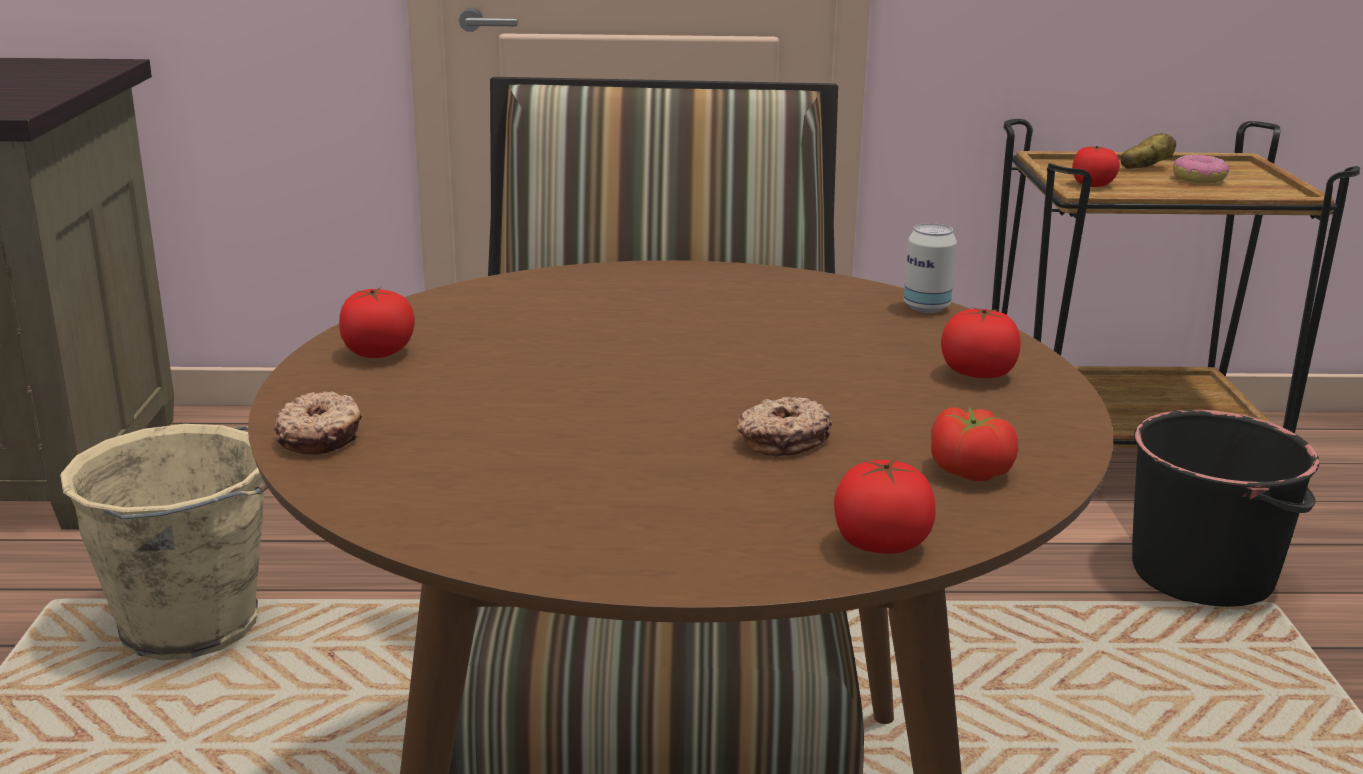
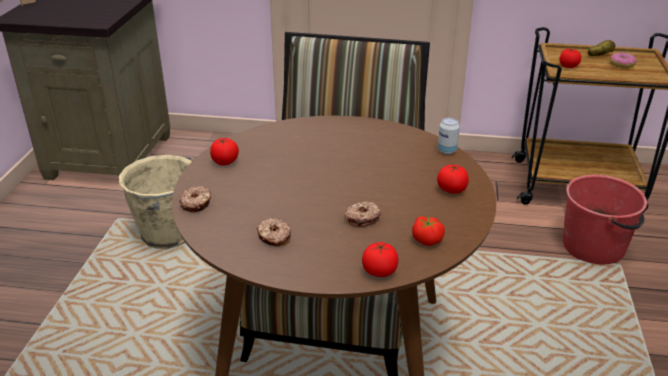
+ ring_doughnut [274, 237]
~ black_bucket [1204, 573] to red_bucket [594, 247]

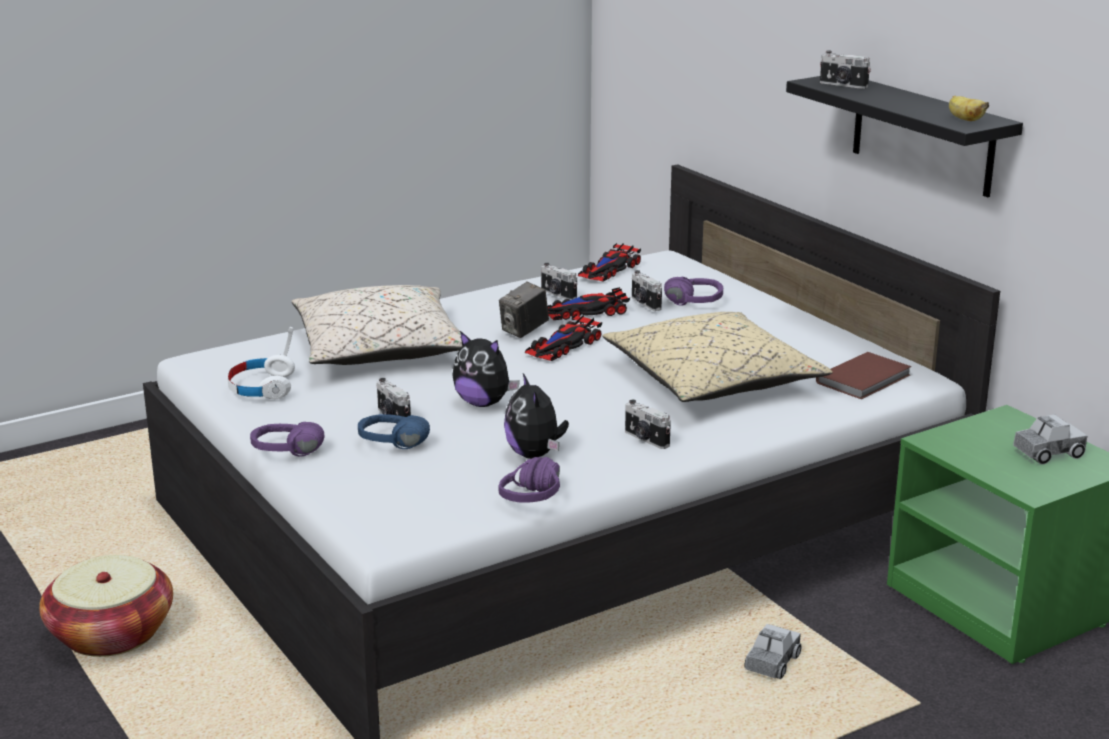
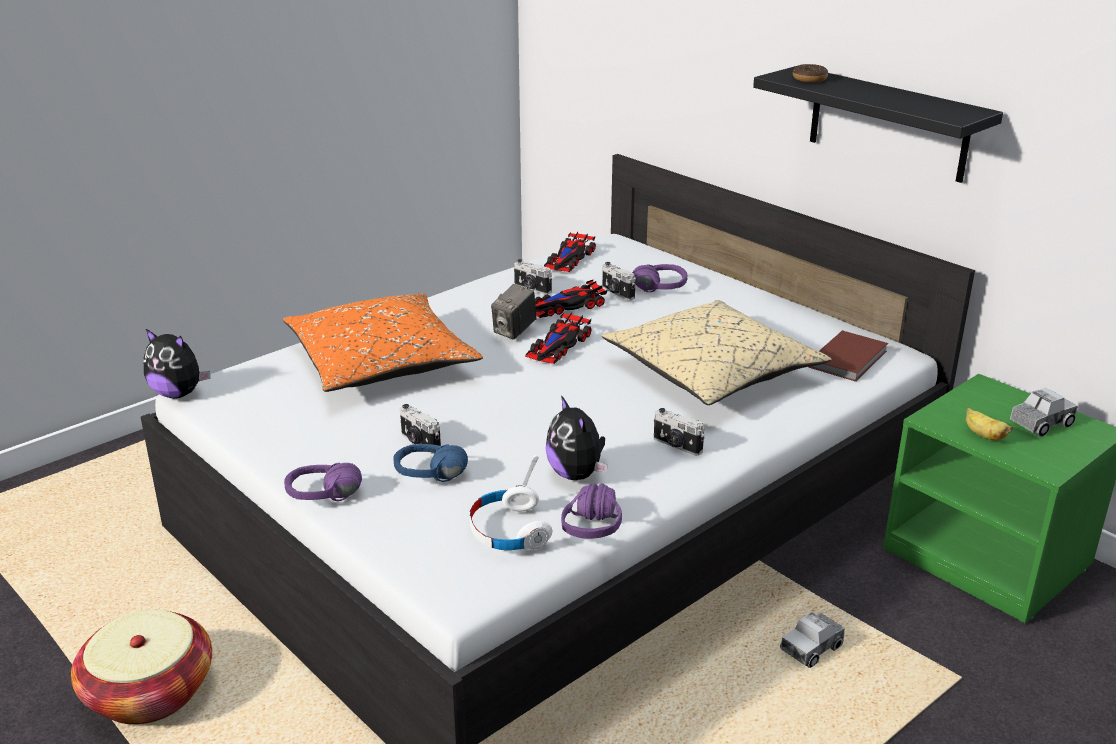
~ cuddly_toy [483, 403] to [178, 394]
~ sand-coloured_throw_pillow [380, 349] to orangey_throw_pillow [381, 363]
~ white-coloured_pair_of_headphones [261, 388] to [509, 530]
~ toy_lorry [772, 663] = [811, 648] 150 degrees counterclockwise
~ still_camera [843, 85] to ring_doughnut [809, 79]
~ banana_fruit [964, 119] to [983, 435]

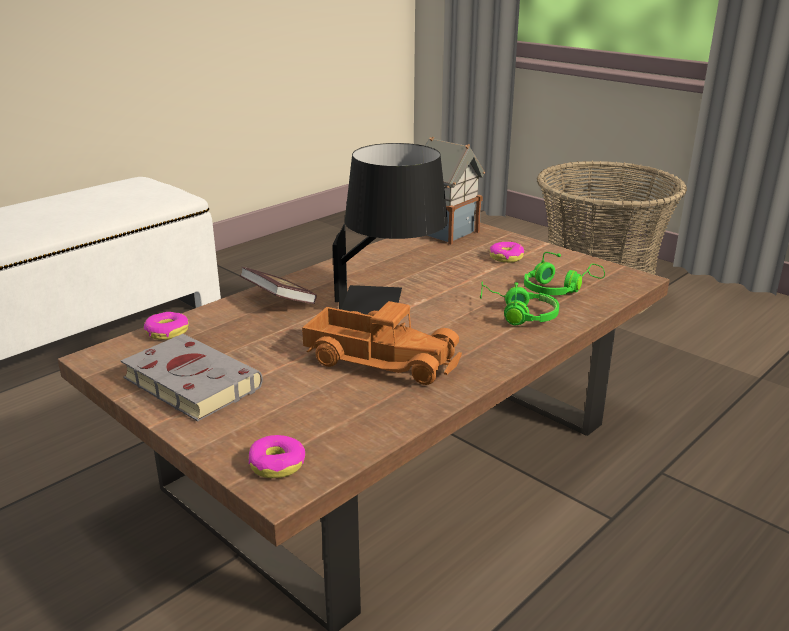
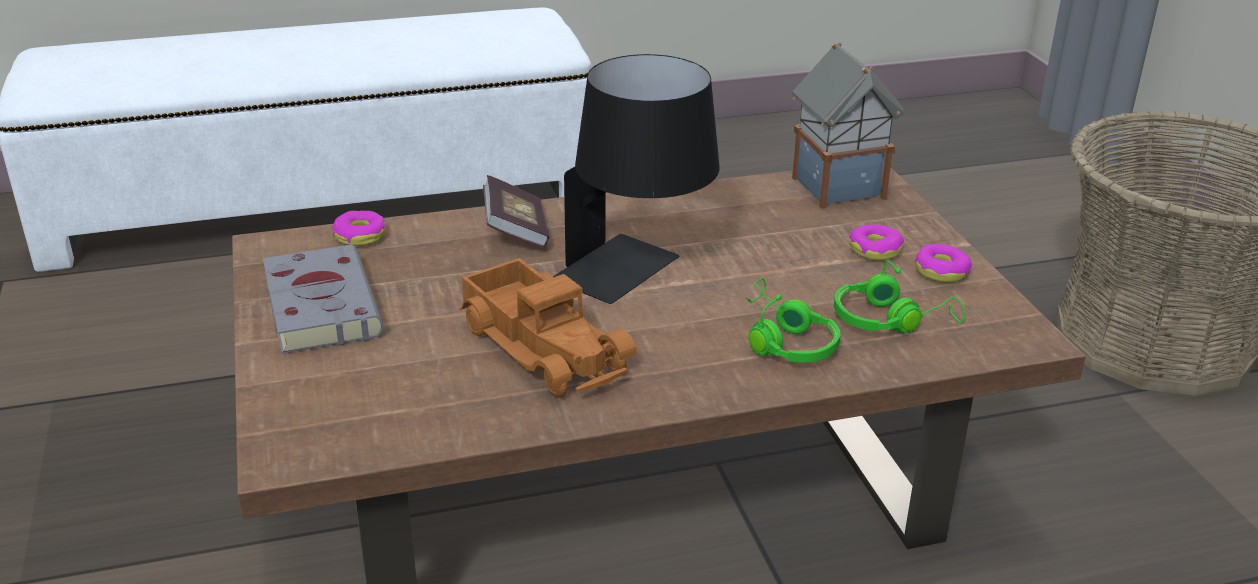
~ ring_doughnut [277, 464] to [941, 271]

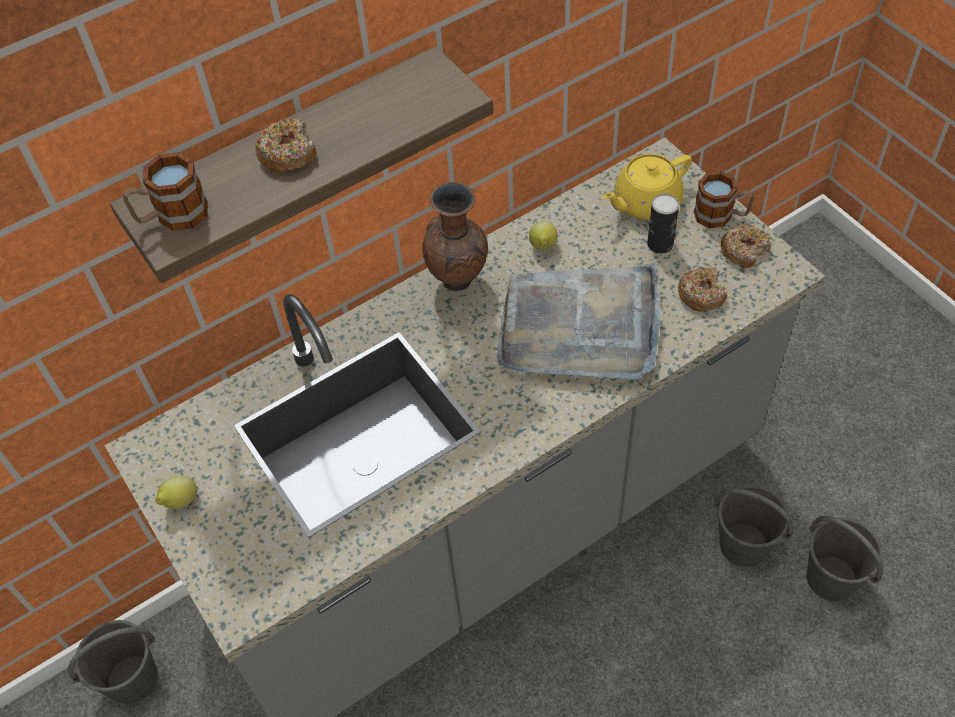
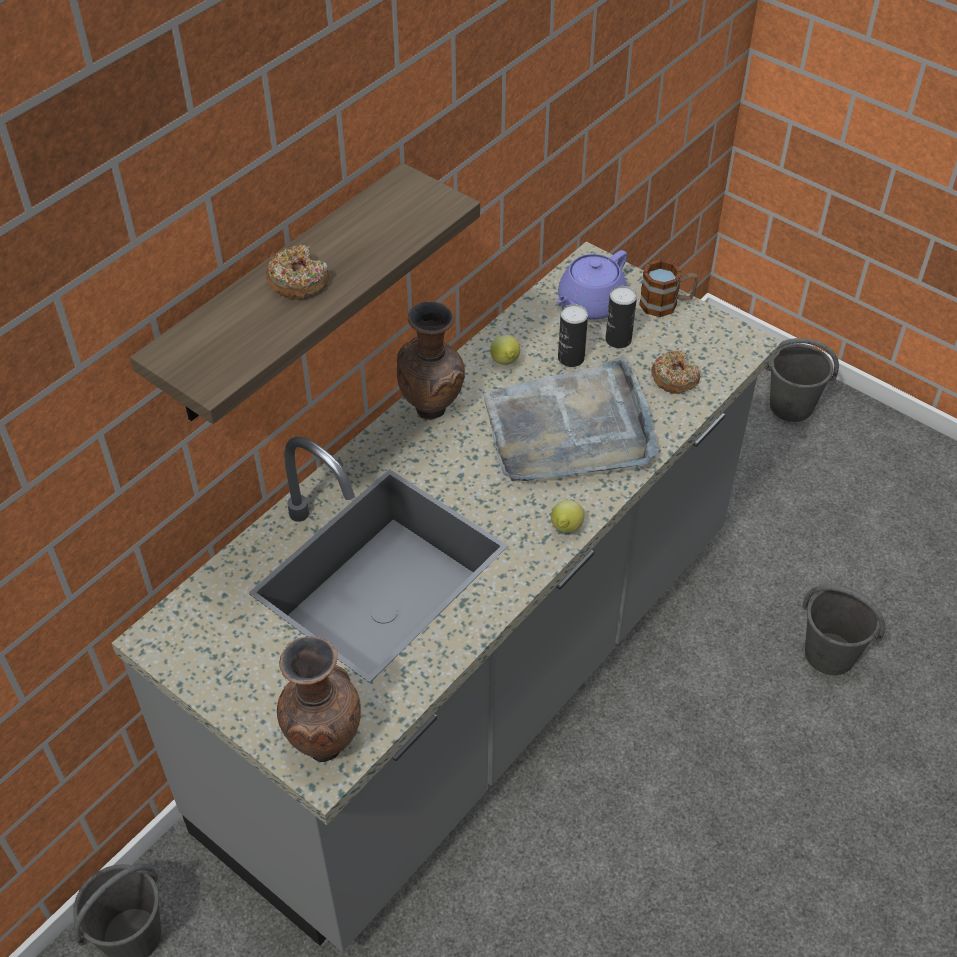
+ brown-coloured_vase [323, 743]
~ citrus_fruit [180, 502] to [565, 529]
~ yellow_pot_for_tea [645, 203] to purple_pot_for_tea [590, 304]
+ metal_can [571, 358]
~ gray_bucket [744, 545] to [792, 406]
- coffee_mug [172, 216]
- ring_doughnut [744, 250]

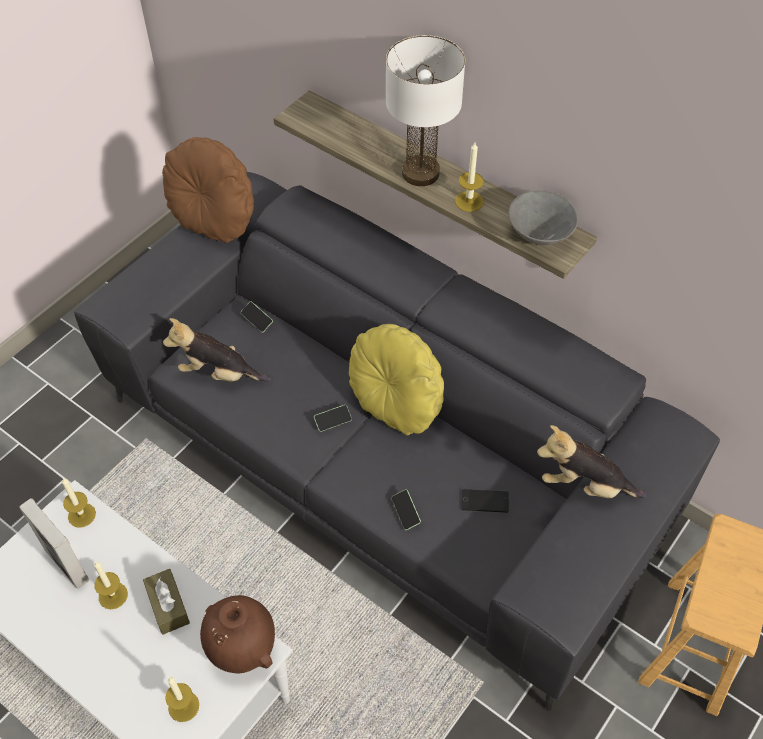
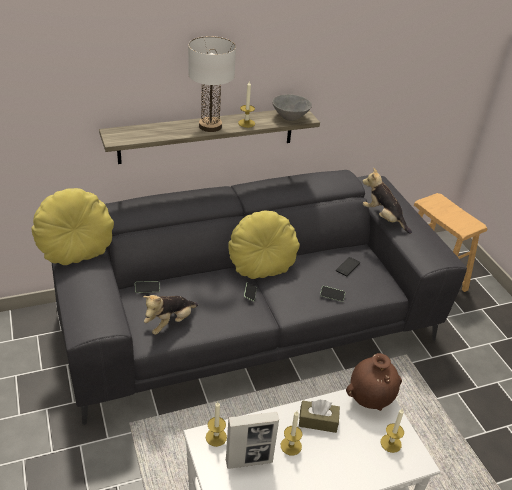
~ brown-coloured_throw_pillow [214, 223] to yellow_throw_pillow [77, 254]
~ cuddly_toy [584, 485] = [383, 218] 90 degrees clockwise

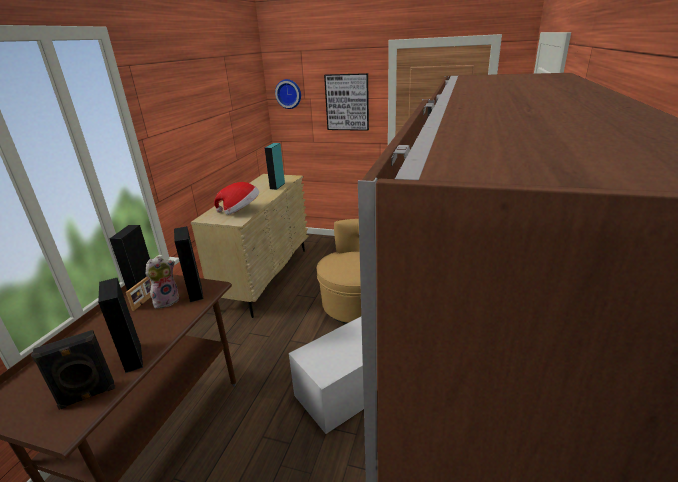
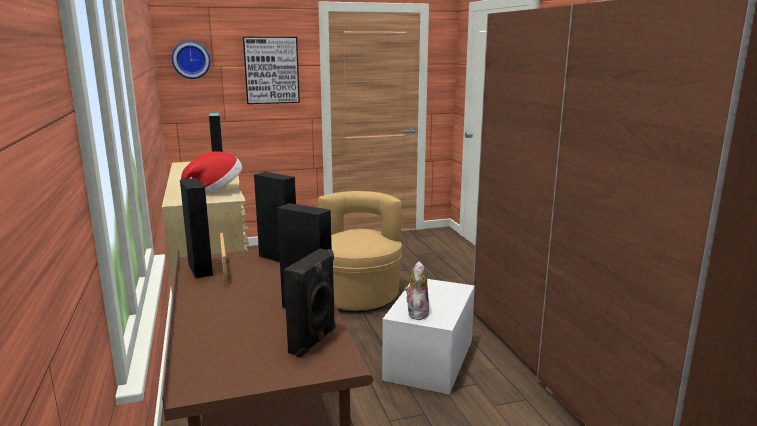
~ cuddly_toy [167, 300] to [416, 313]

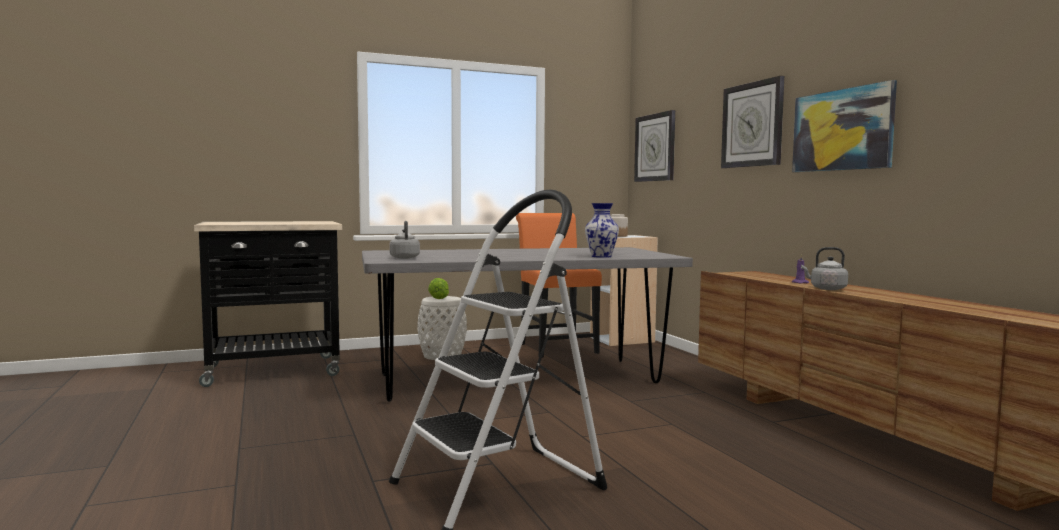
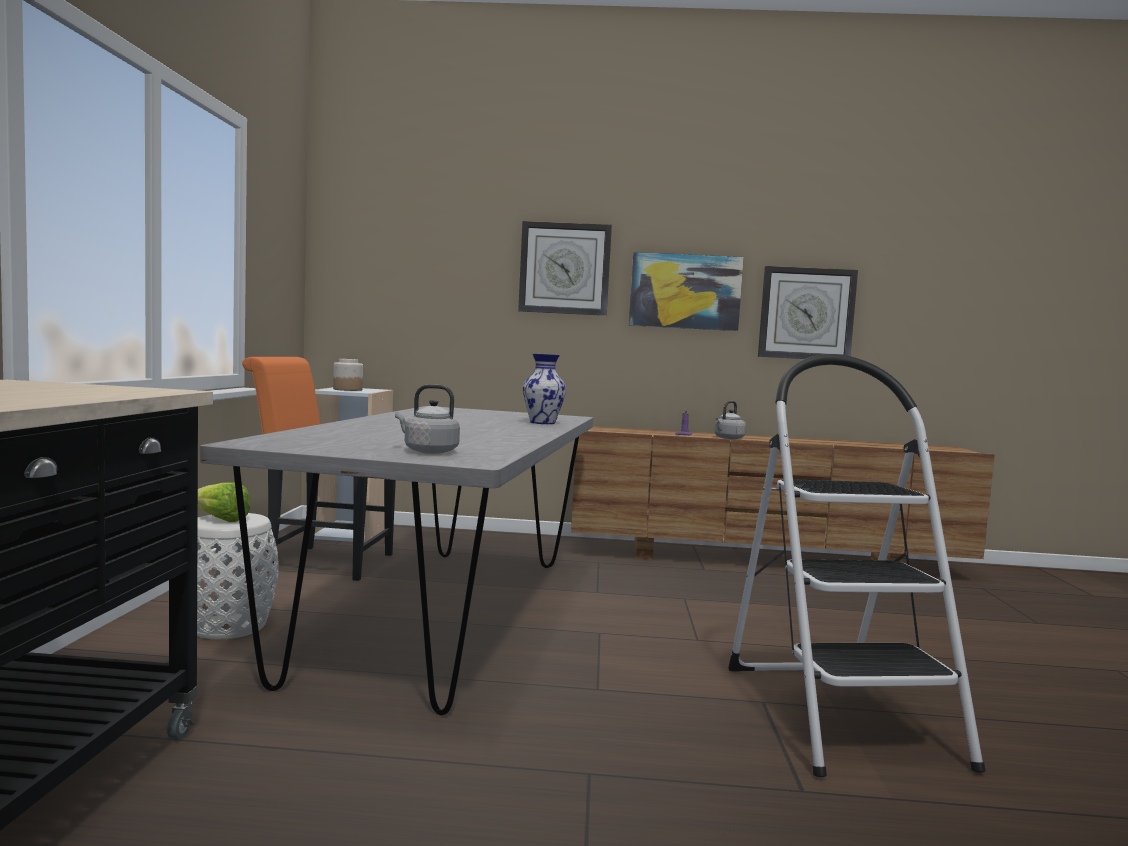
~ clock_on_the_wall [655, 147] to [806, 314]

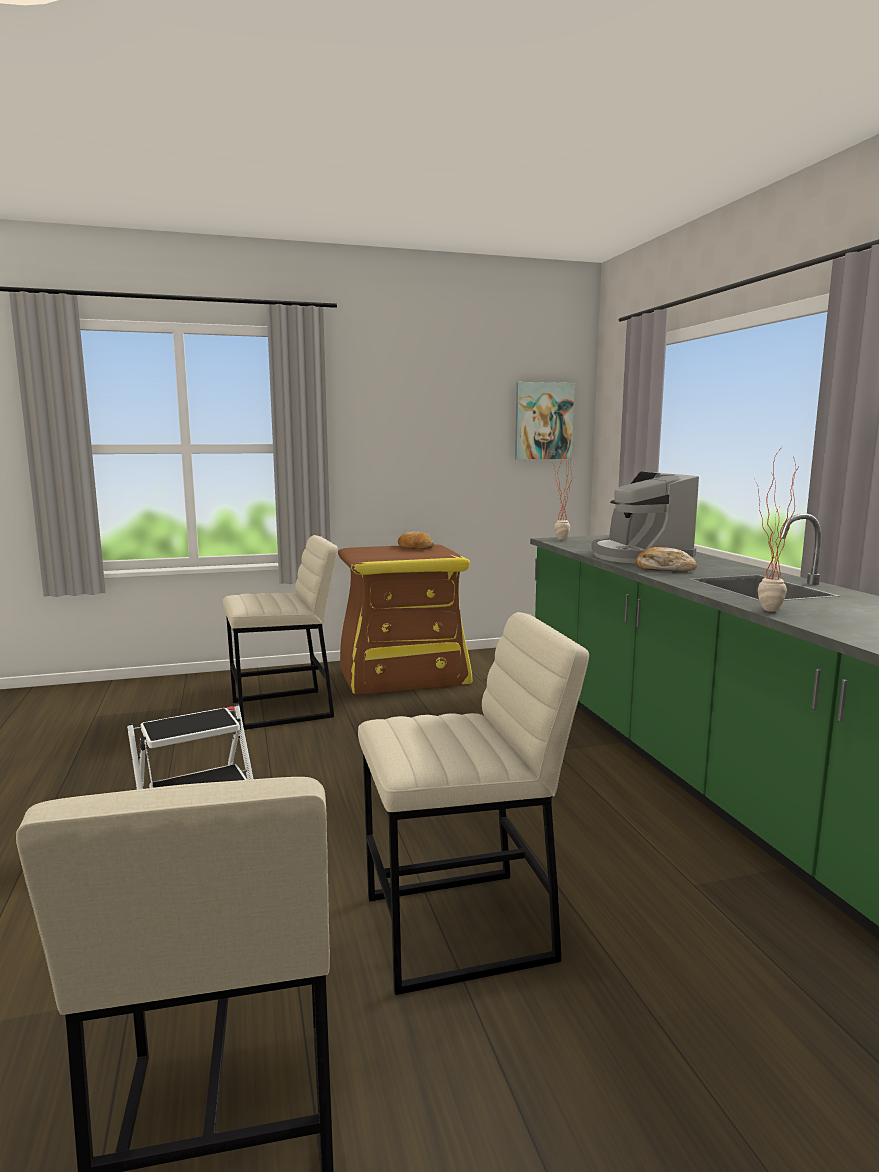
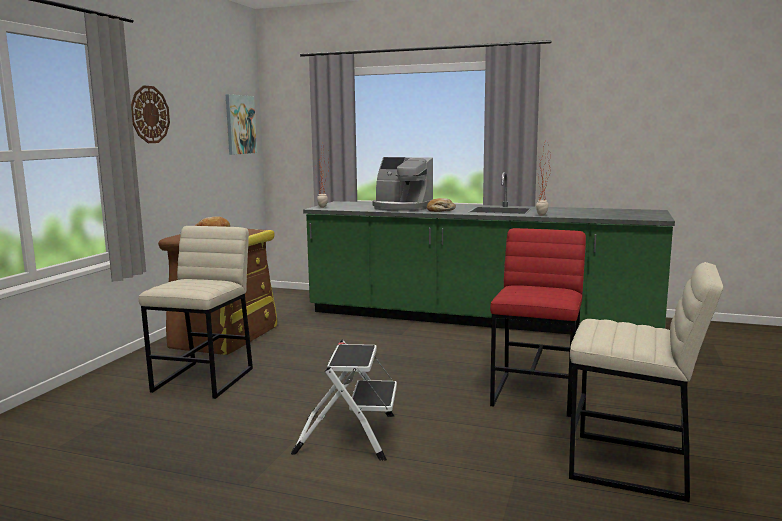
+ clock_on_the_wall [149, 114]
~ sand-coloured_chair [463, 926] to red_chair [535, 393]

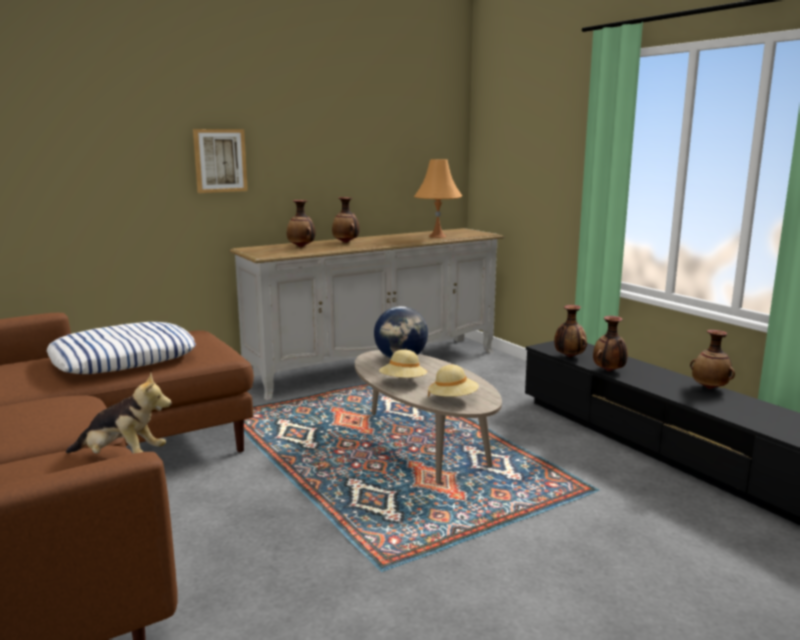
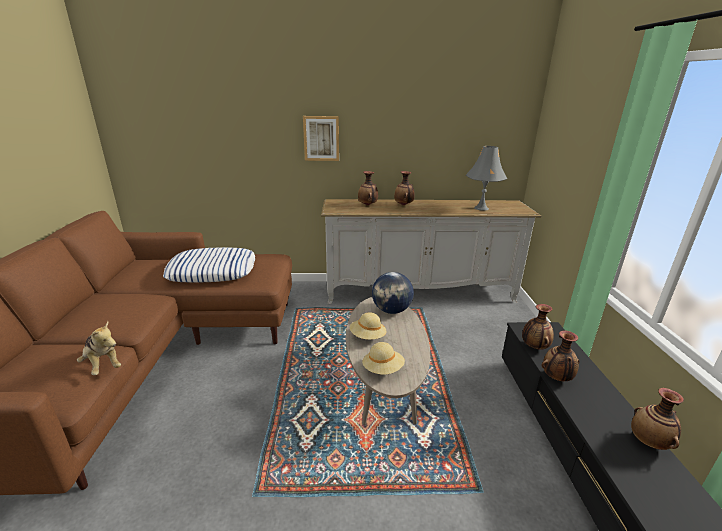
~ orangey_lamp_for_a_table [437, 236] to gray_lamp_for_a_table [481, 208]

